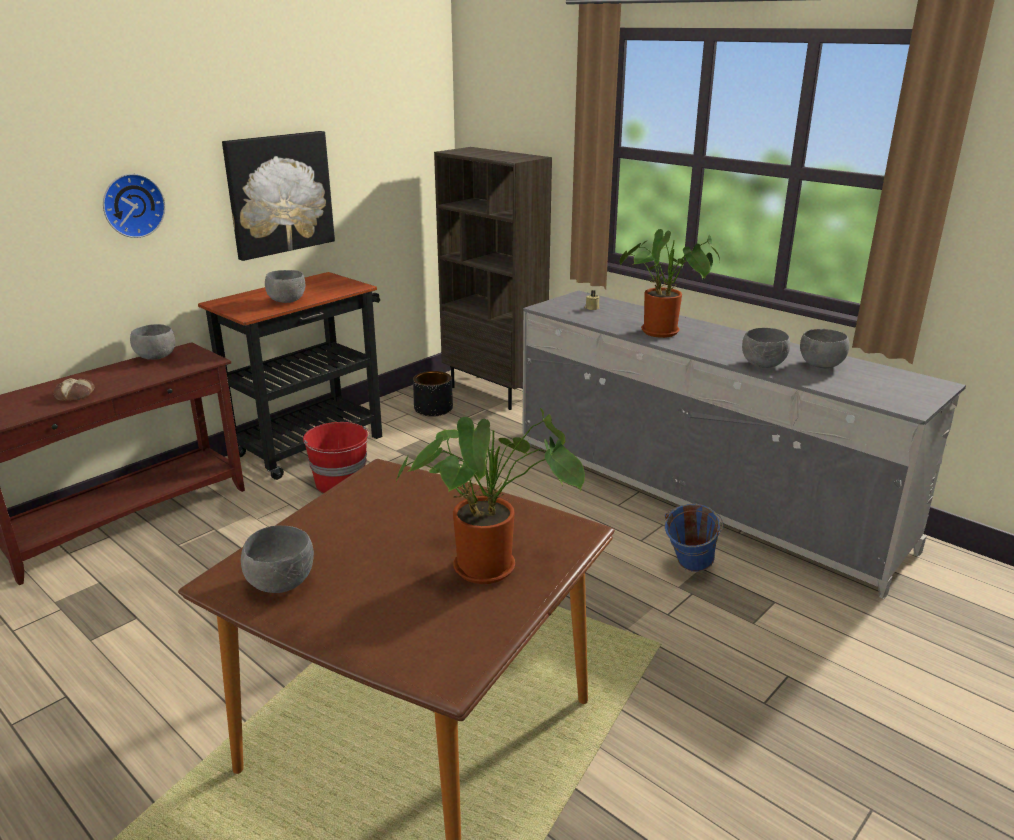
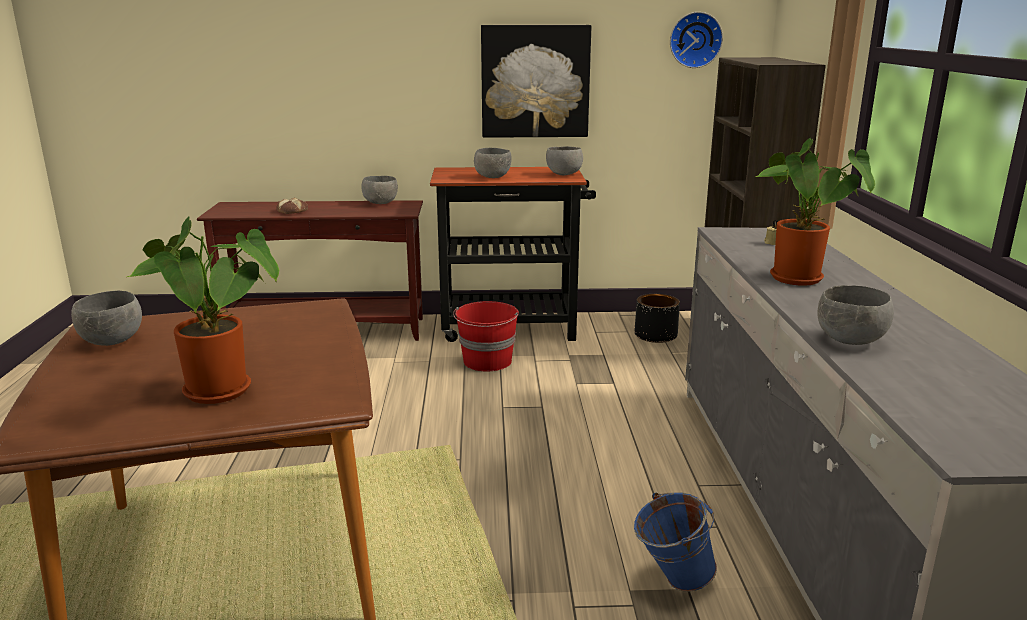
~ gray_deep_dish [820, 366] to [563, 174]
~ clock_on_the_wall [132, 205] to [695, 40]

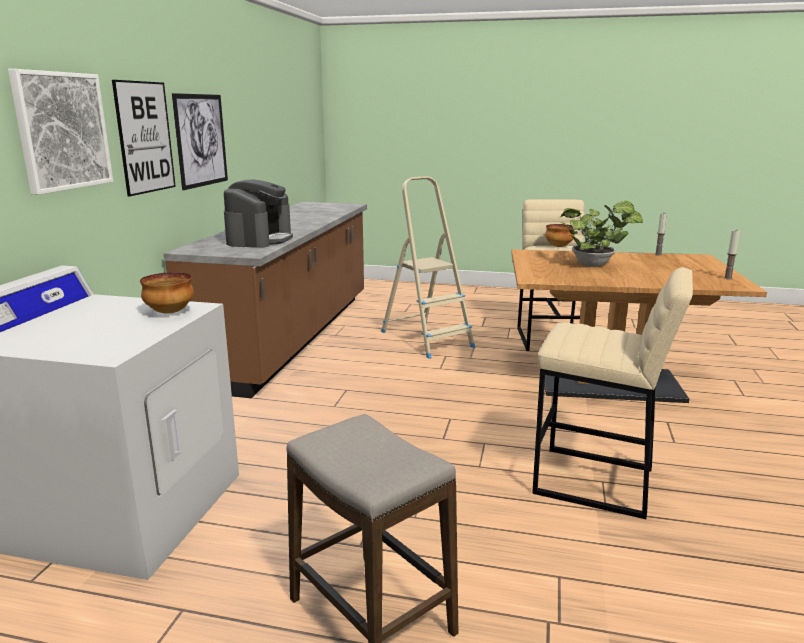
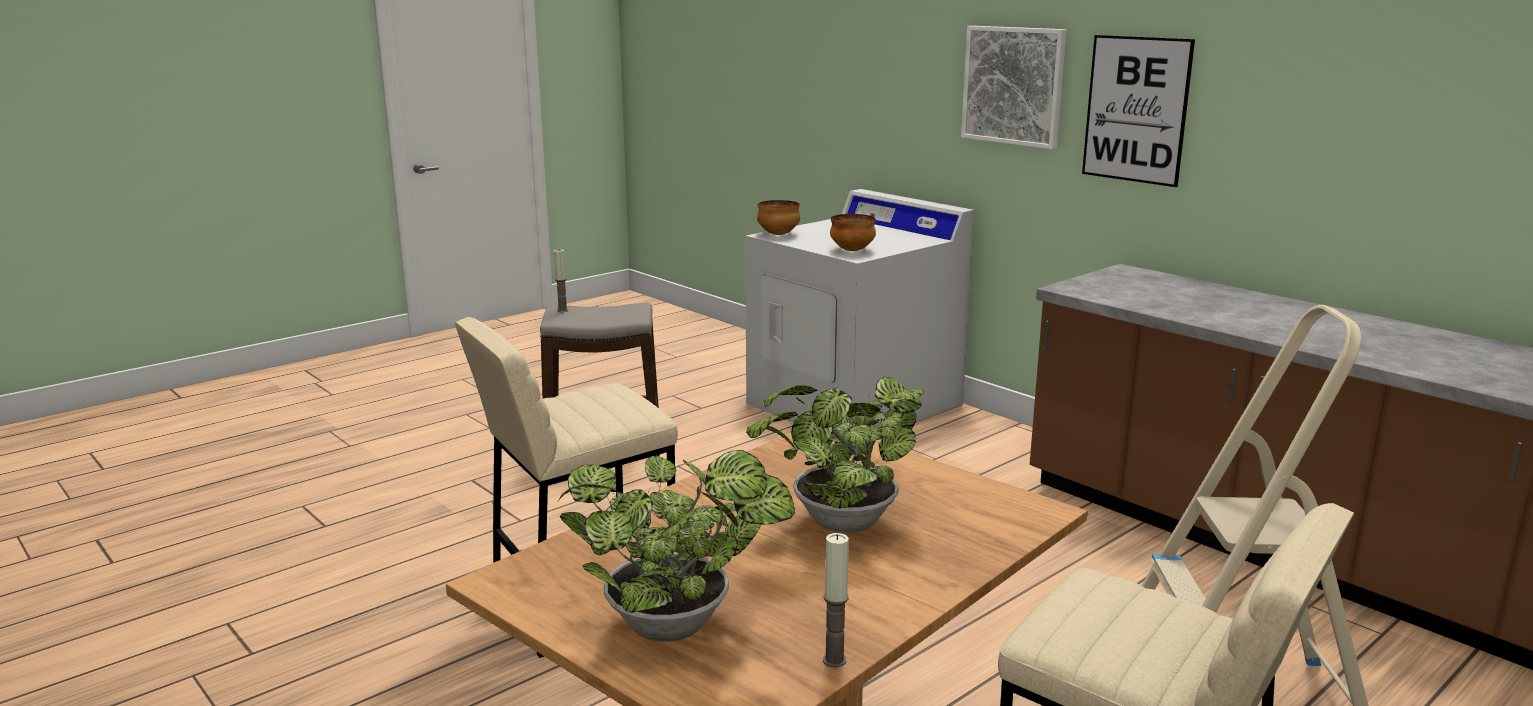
~ wax_candle [727, 278] to [562, 310]
+ houseplant [678, 626]
~ deep_dish [559, 246] to [778, 234]
- picture [201, 140]
- coffee_maker [260, 239]

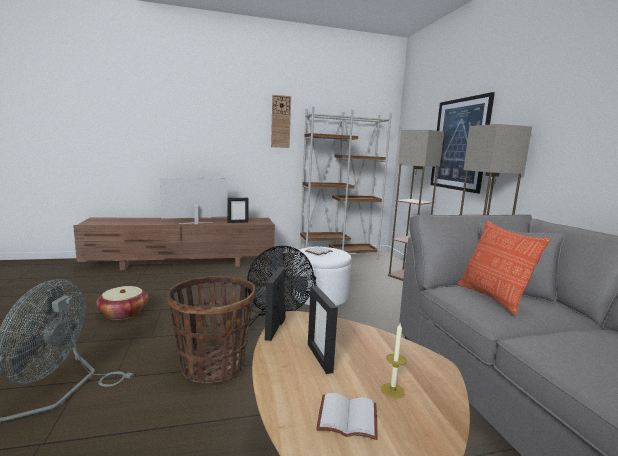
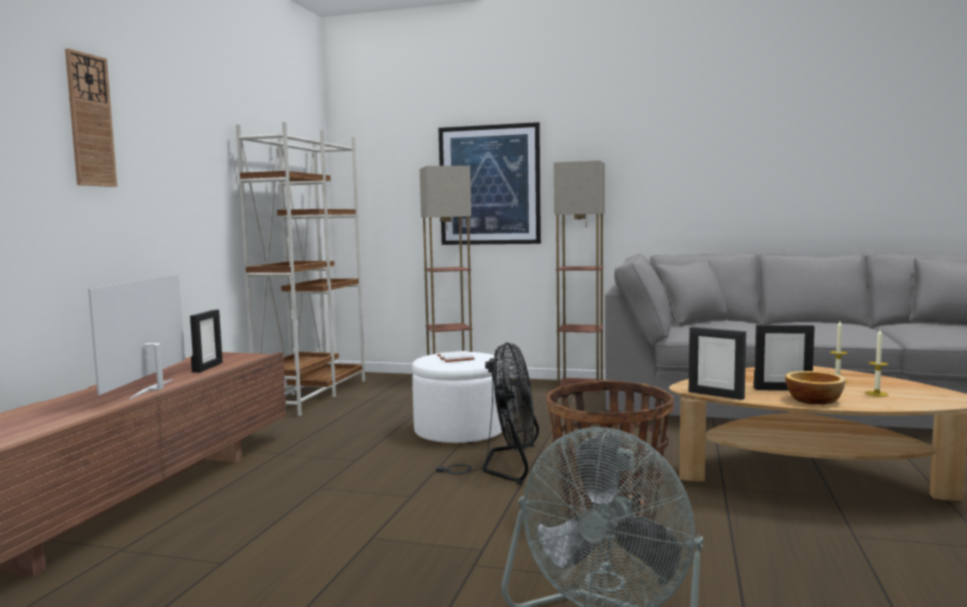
~ clock_on_the_wall [280, 122] to [90, 120]
+ deep_dish [813, 400]
~ white-coloured_volume [346, 419] to wax_candle [876, 394]
- household_basket [123, 313]
- orangey_throw_pillow [493, 298]

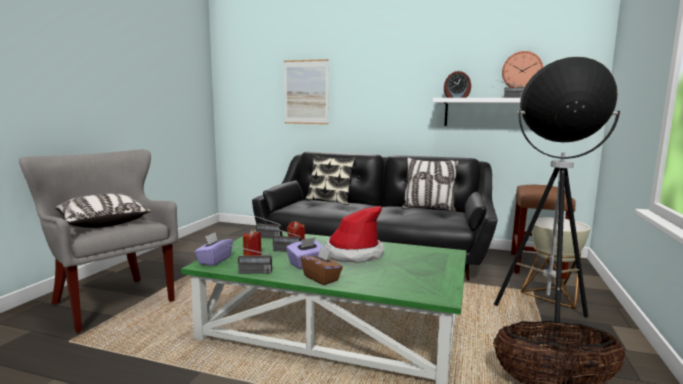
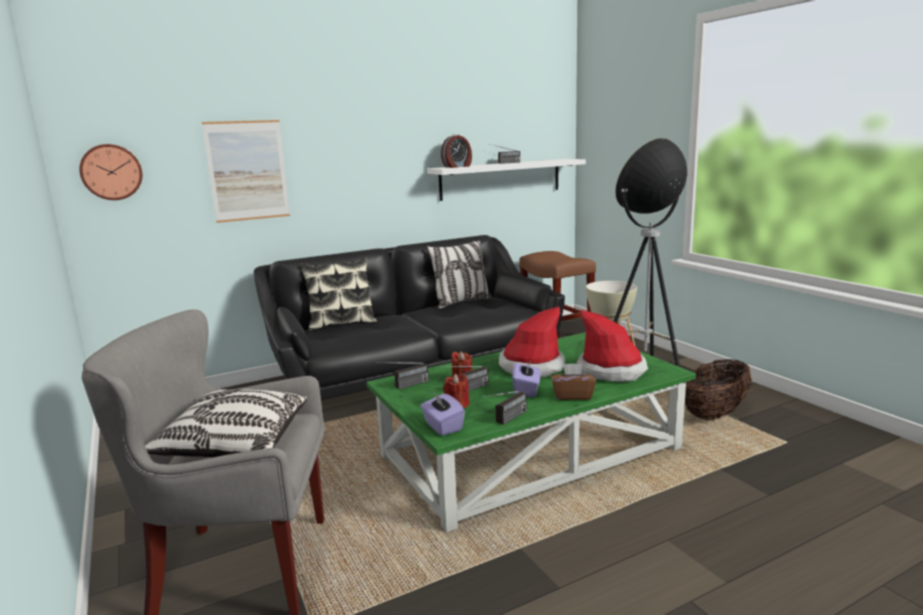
~ clock_on_the_wall [522, 71] to [111, 172]
+ clothing_hat [611, 370]

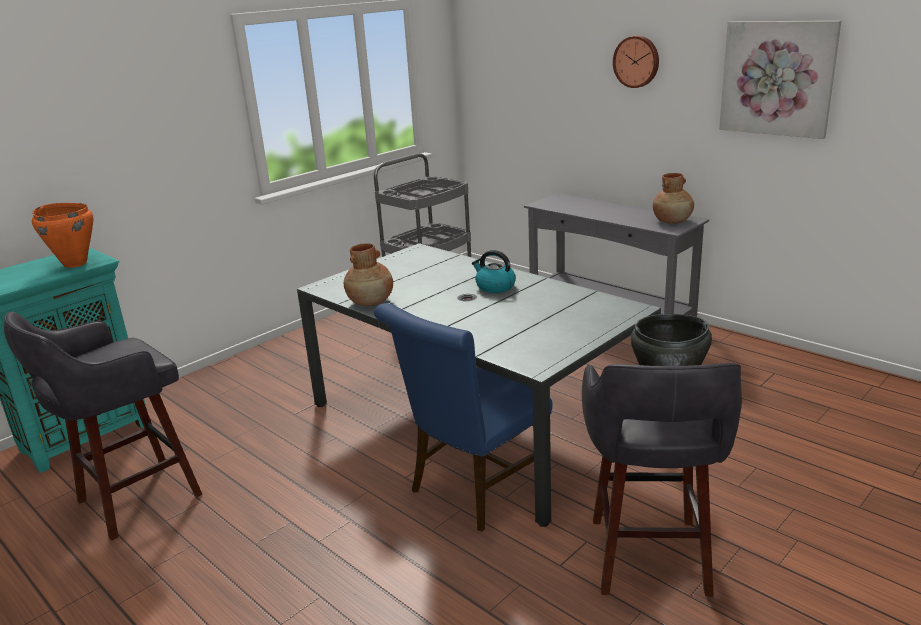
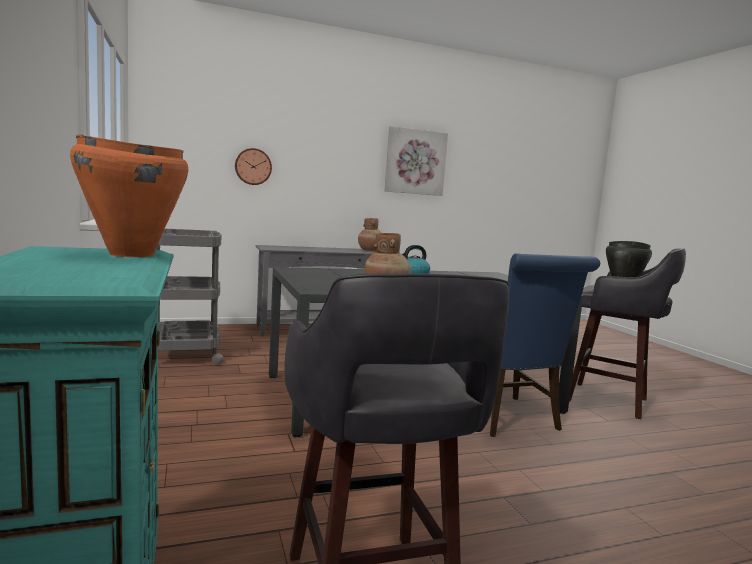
~ clock_on_the_wall [637, 61] to [253, 166]

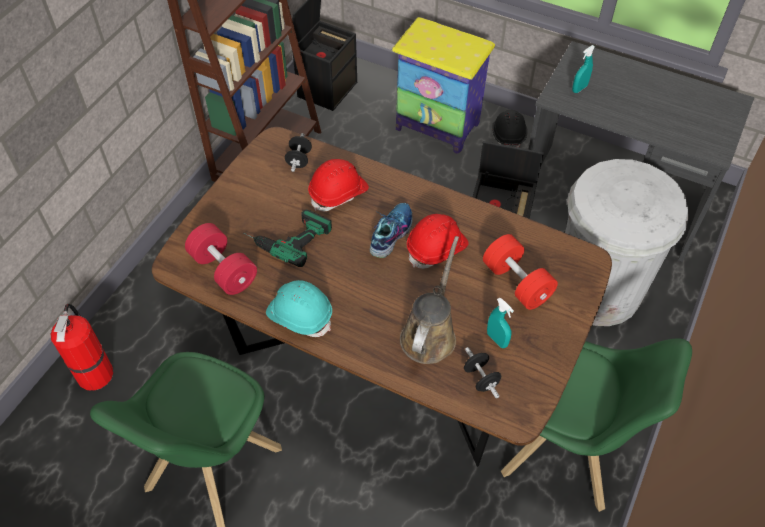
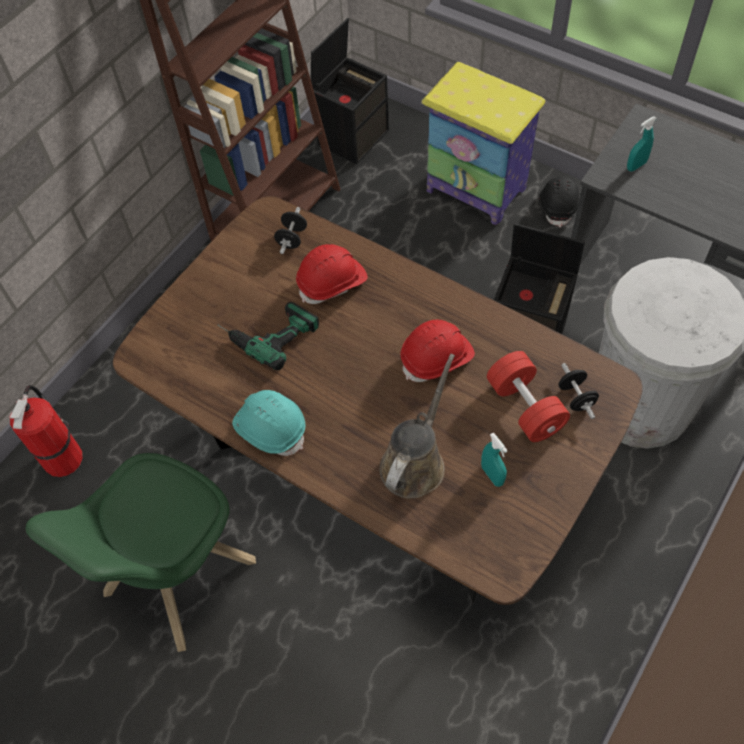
~ black_hand_weight [481, 379] to [576, 397]
- red_hand_weight [223, 270]
- low_shoe [390, 233]
- green-coloured_chair [565, 451]

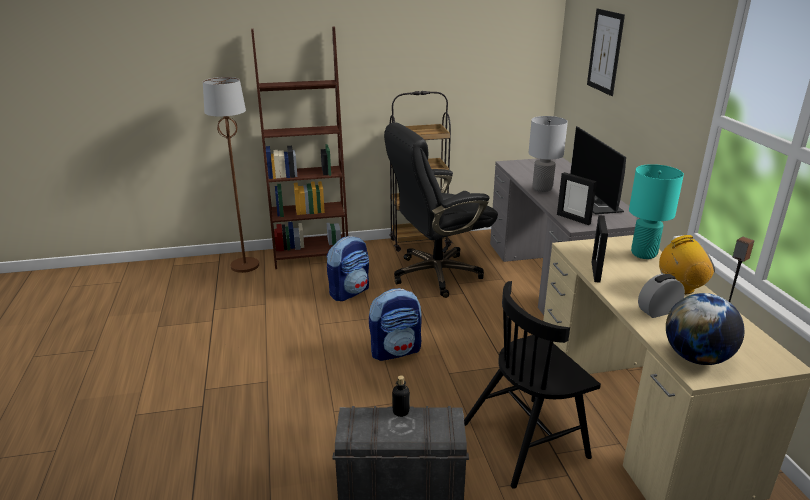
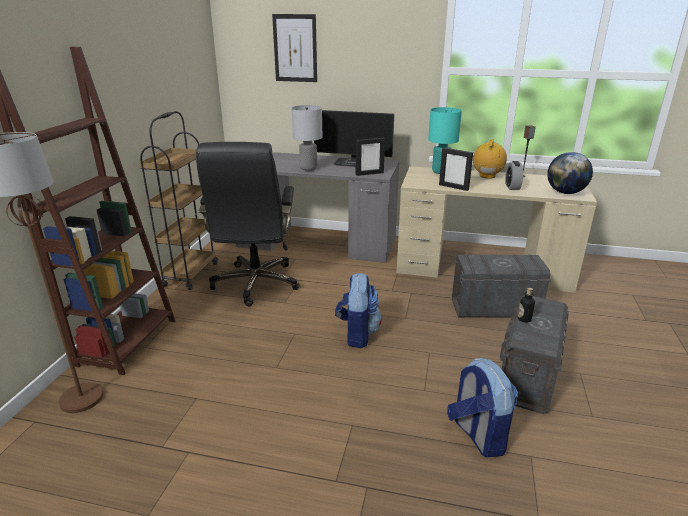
~ rucksack [349, 292] to [477, 435]
~ black_chair [530, 437] to gray_storage_container [494, 308]

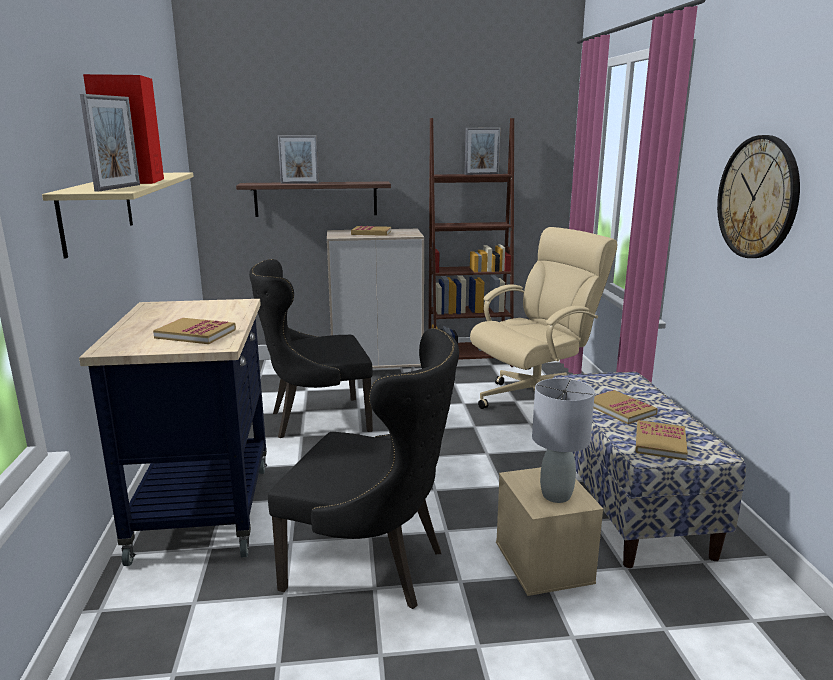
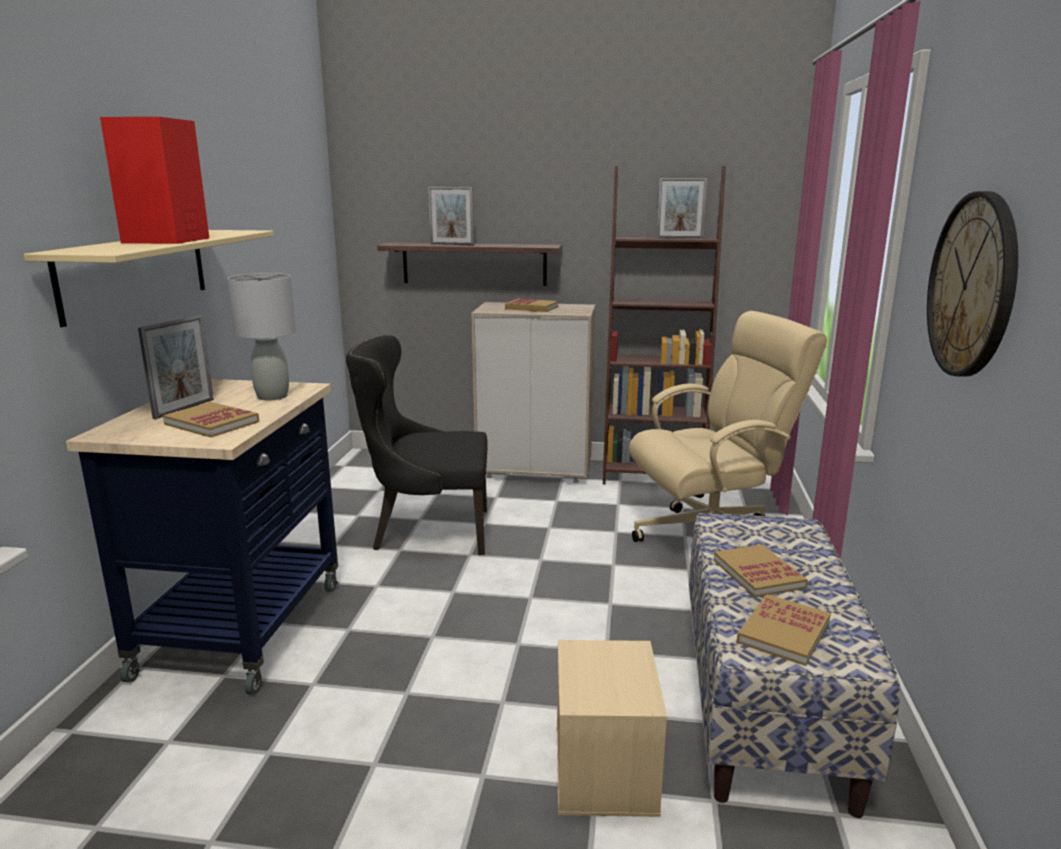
~ picture_frame [118, 188] to [184, 408]
~ gray_lamp_for_a_table [556, 495] to [272, 396]
- black_chair [372, 566]

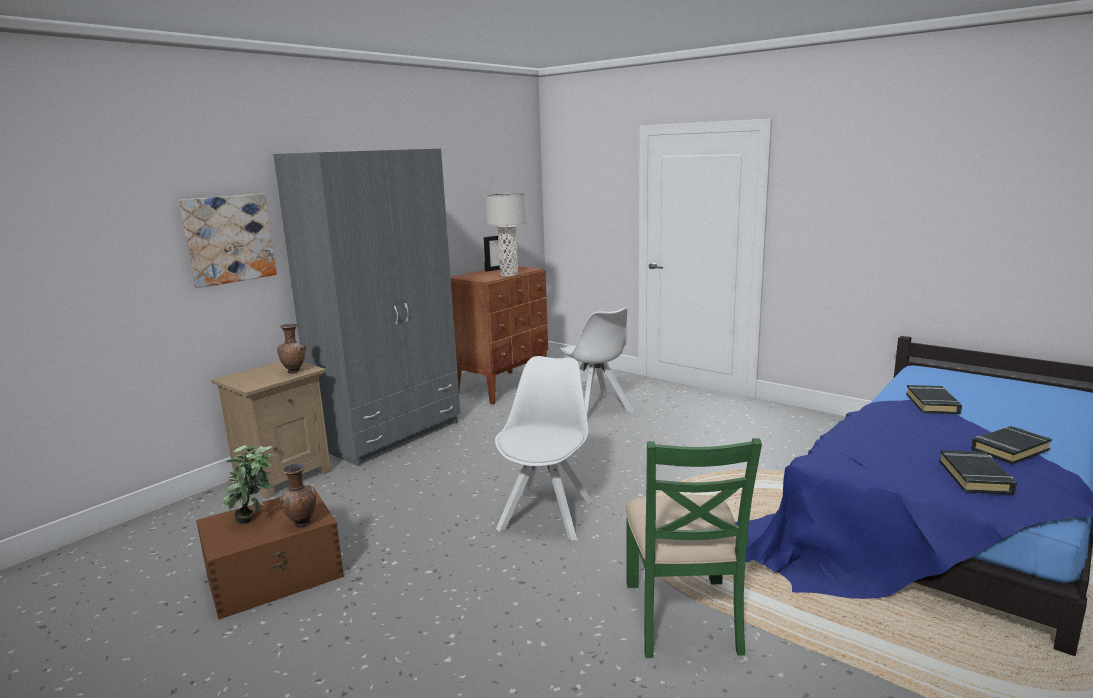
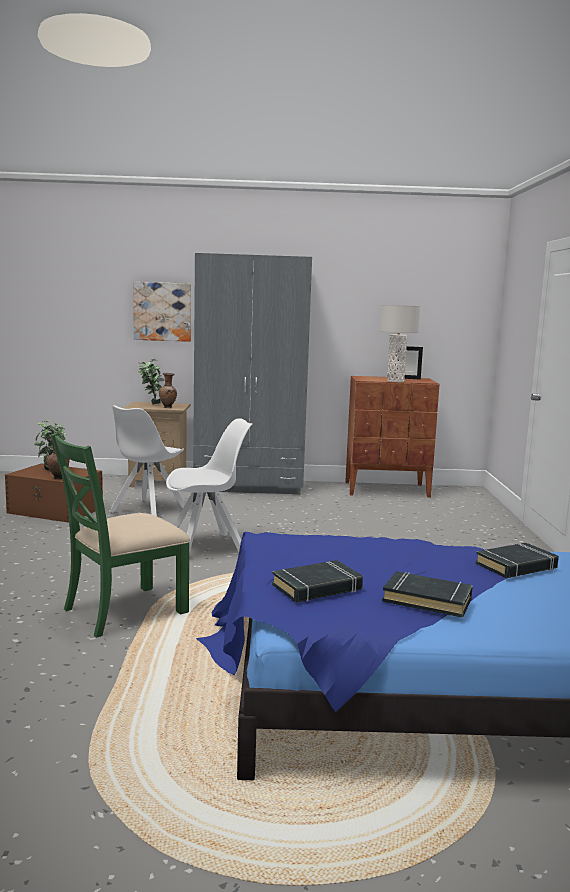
~ white-coloured_chair [595, 409] to [147, 510]
+ houseplant [151, 404]

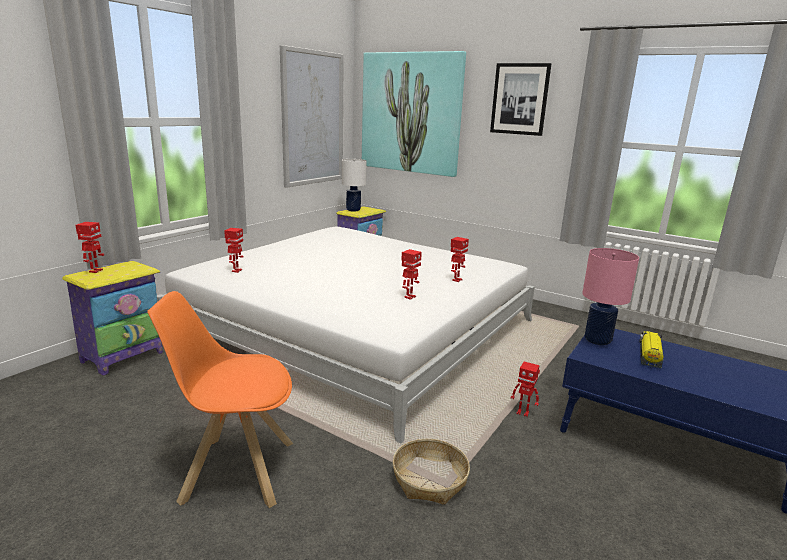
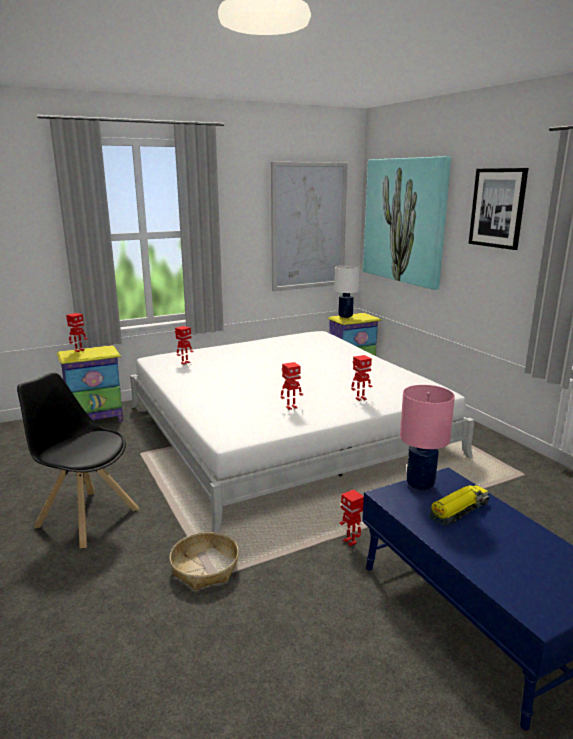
~ orangey_chair [235, 470] to black_chair [85, 517]

